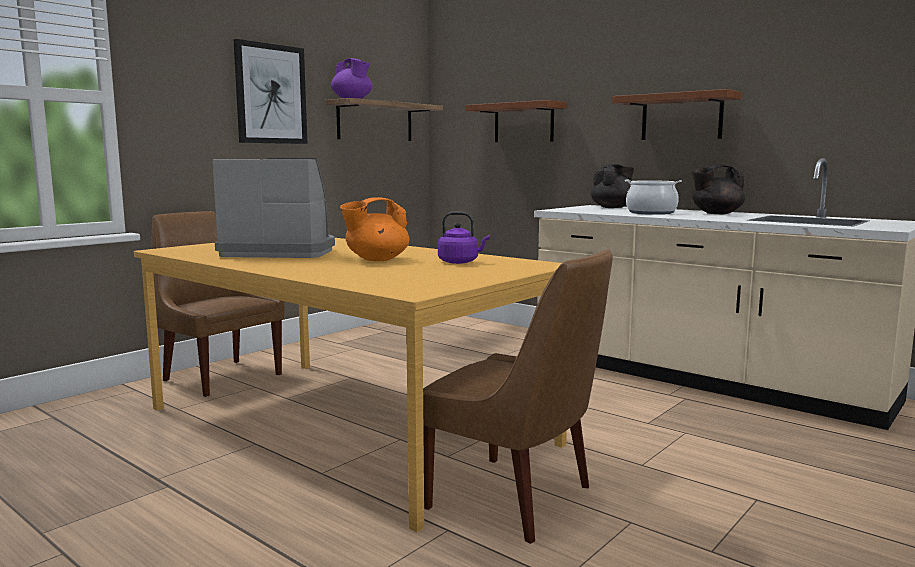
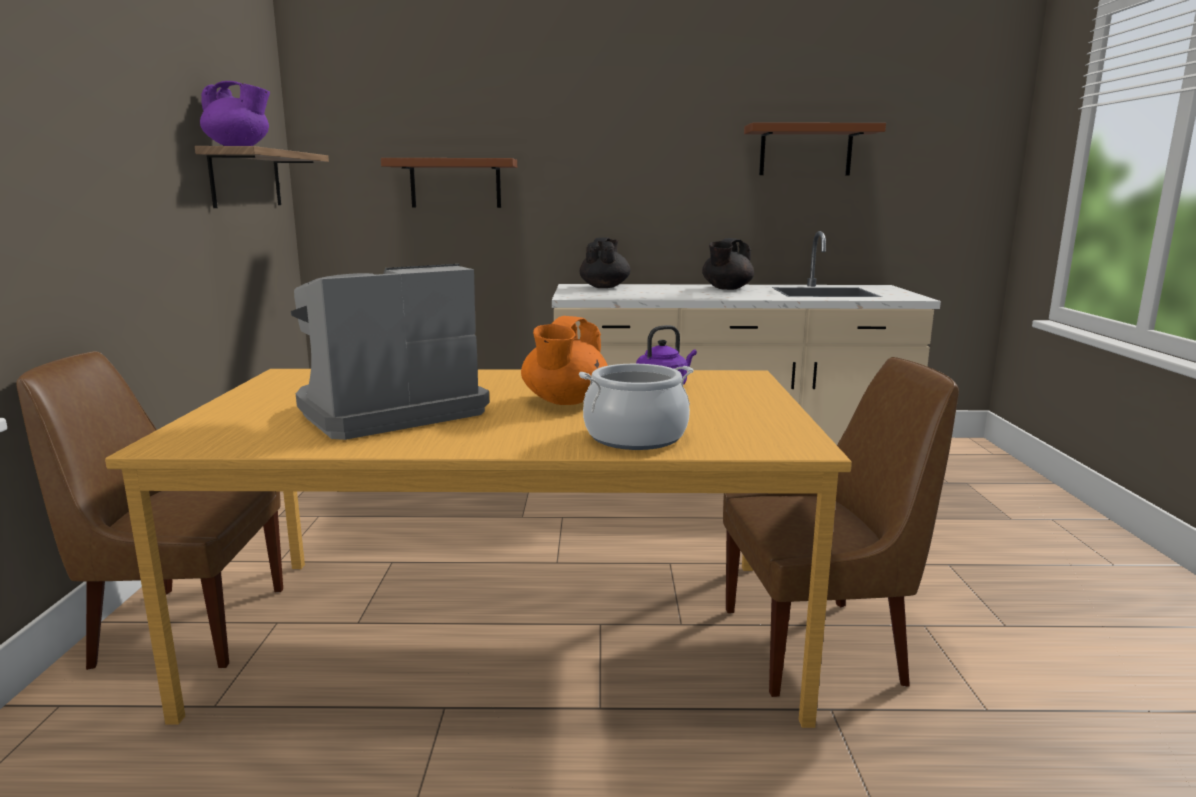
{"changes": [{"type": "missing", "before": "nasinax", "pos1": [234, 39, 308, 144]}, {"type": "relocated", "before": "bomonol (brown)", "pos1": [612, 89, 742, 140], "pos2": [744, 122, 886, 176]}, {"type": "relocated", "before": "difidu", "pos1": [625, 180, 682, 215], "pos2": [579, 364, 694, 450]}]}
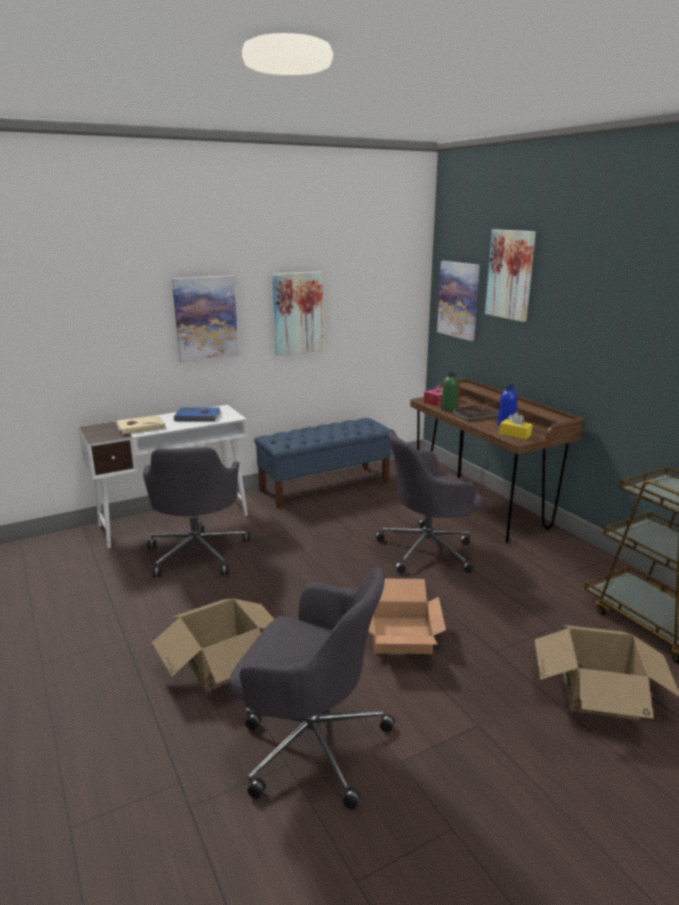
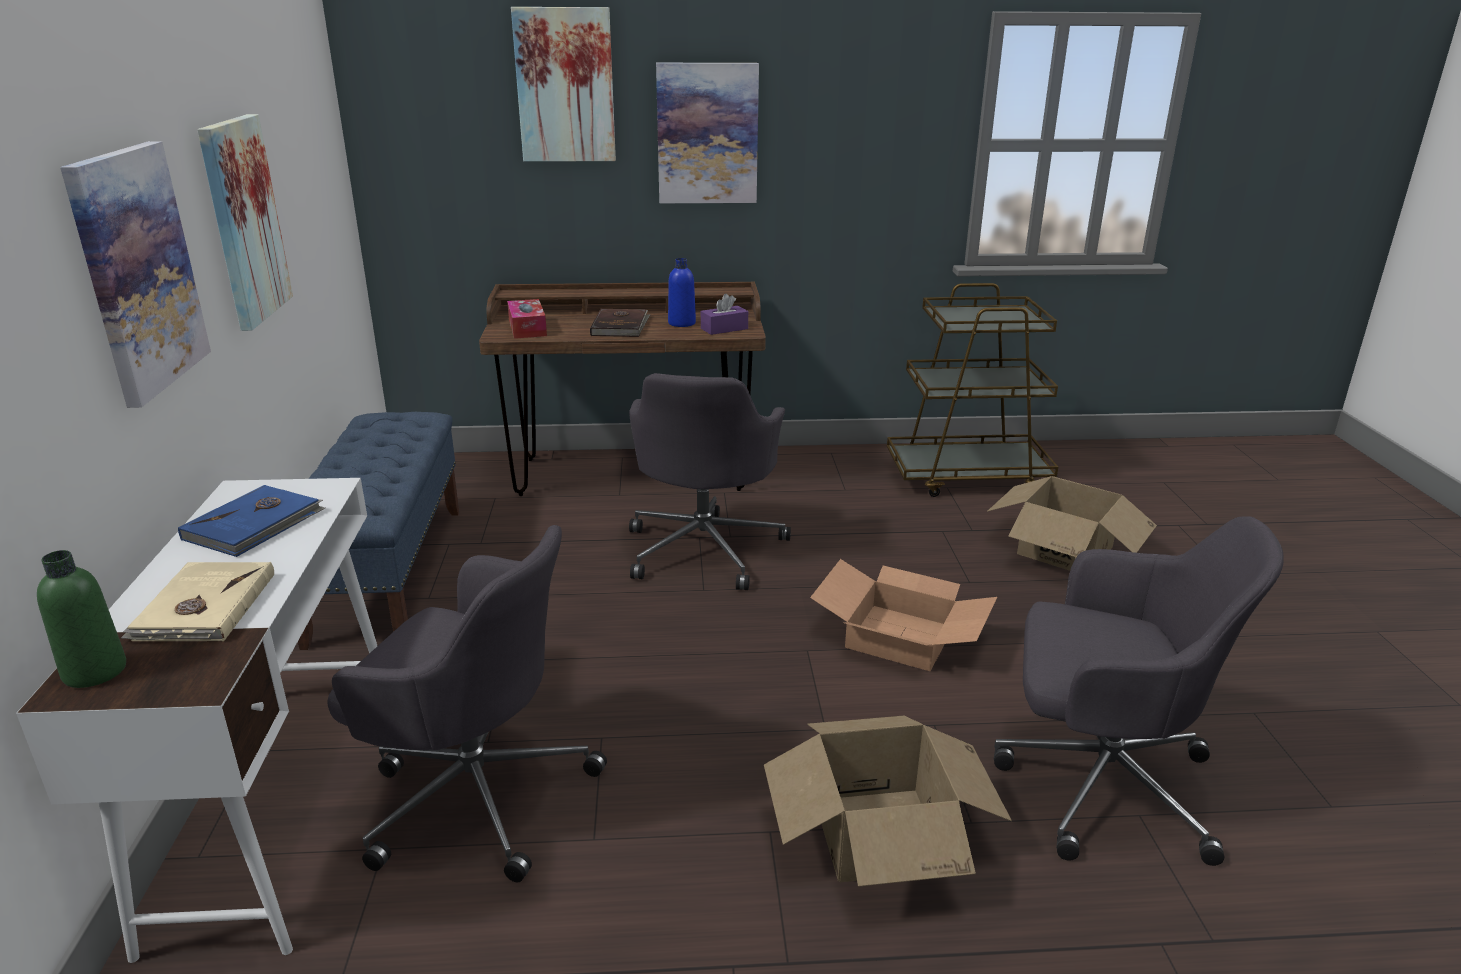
{"changes": [{"type": "relocated", "before": "nasinax", "pos1": [437, 261, 480, 341], "pos2": [656, 63, 759, 203]}, {"type": "relocated", "before": "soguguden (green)", "pos1": [441, 371, 458, 411], "pos2": [37, 550, 126, 688]}, {"type": "colour", "before": "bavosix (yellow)", "after": "bavosix (purple)", "pos1": [499, 412, 532, 440], "pos2": [701, 294, 748, 335]}, {"type": "spun", "before": "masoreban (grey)", "pos1": [229, 568, 395, 809], "pos2": [994, 516, 1284, 866], "turn": 60}]}
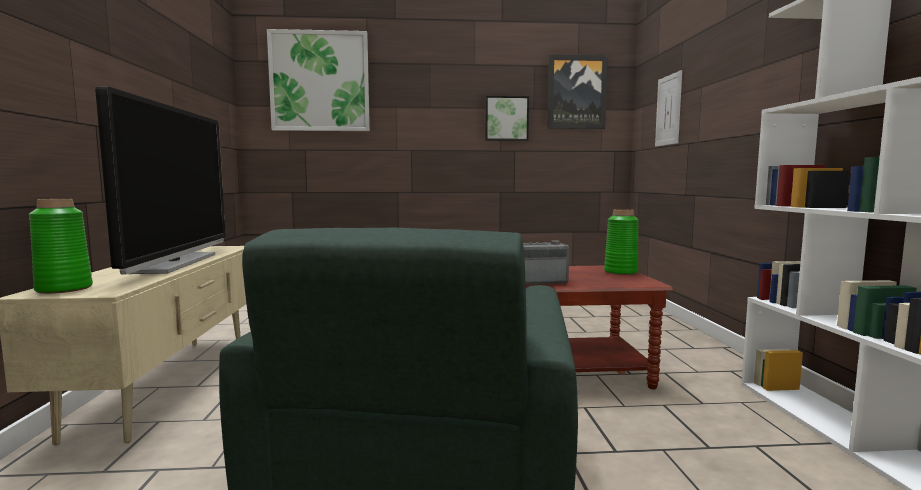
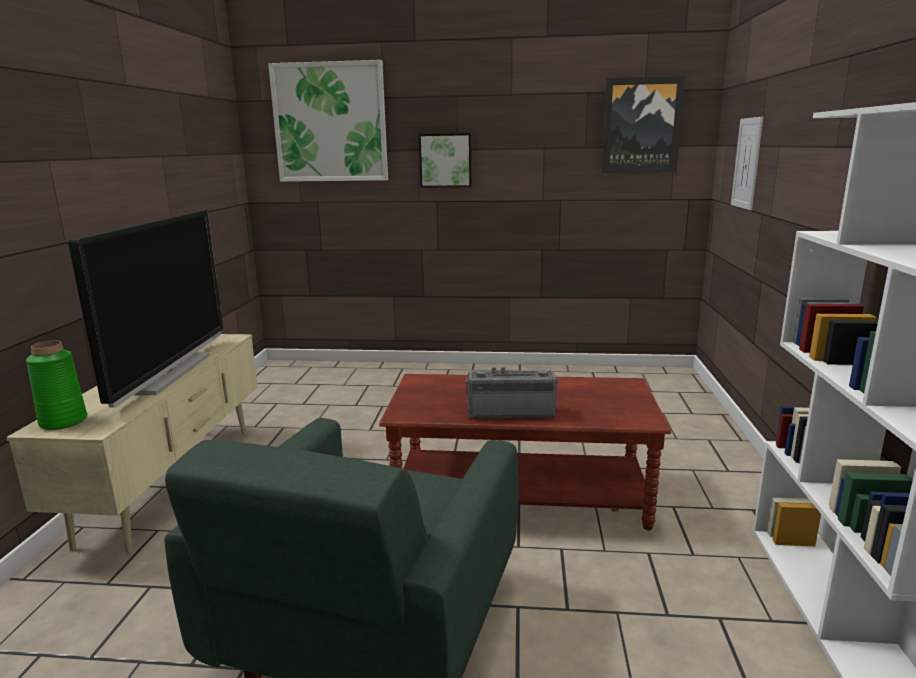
{"changes": [{"type": "missing", "before": "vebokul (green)", "pos1": [604, 209, 638, 275]}, {"type": "relocated", "before": "nasinax", "pos1": [485, 96, 529, 141], "pos2": [419, 133, 472, 188]}]}
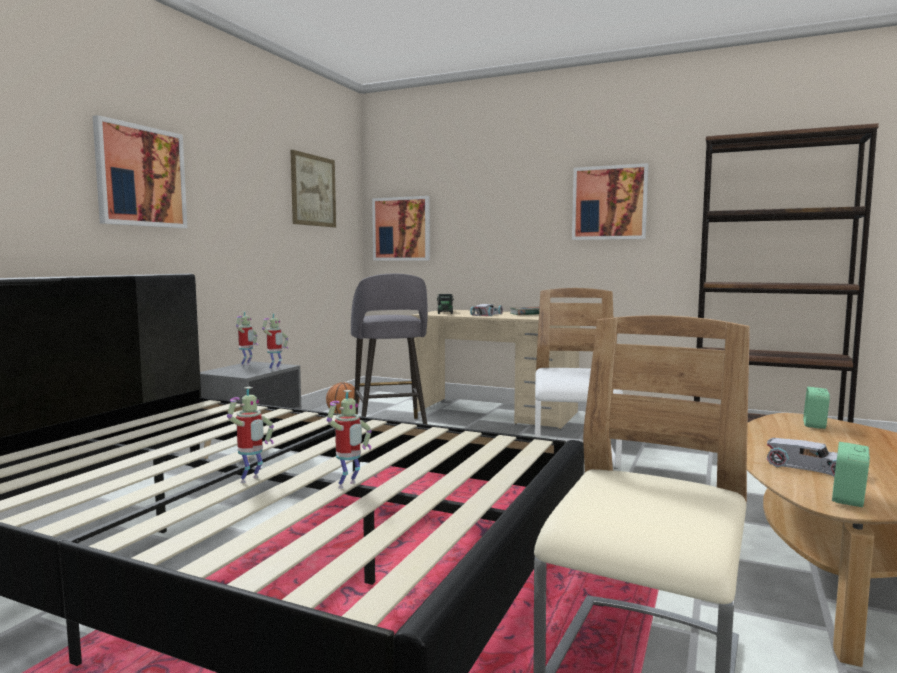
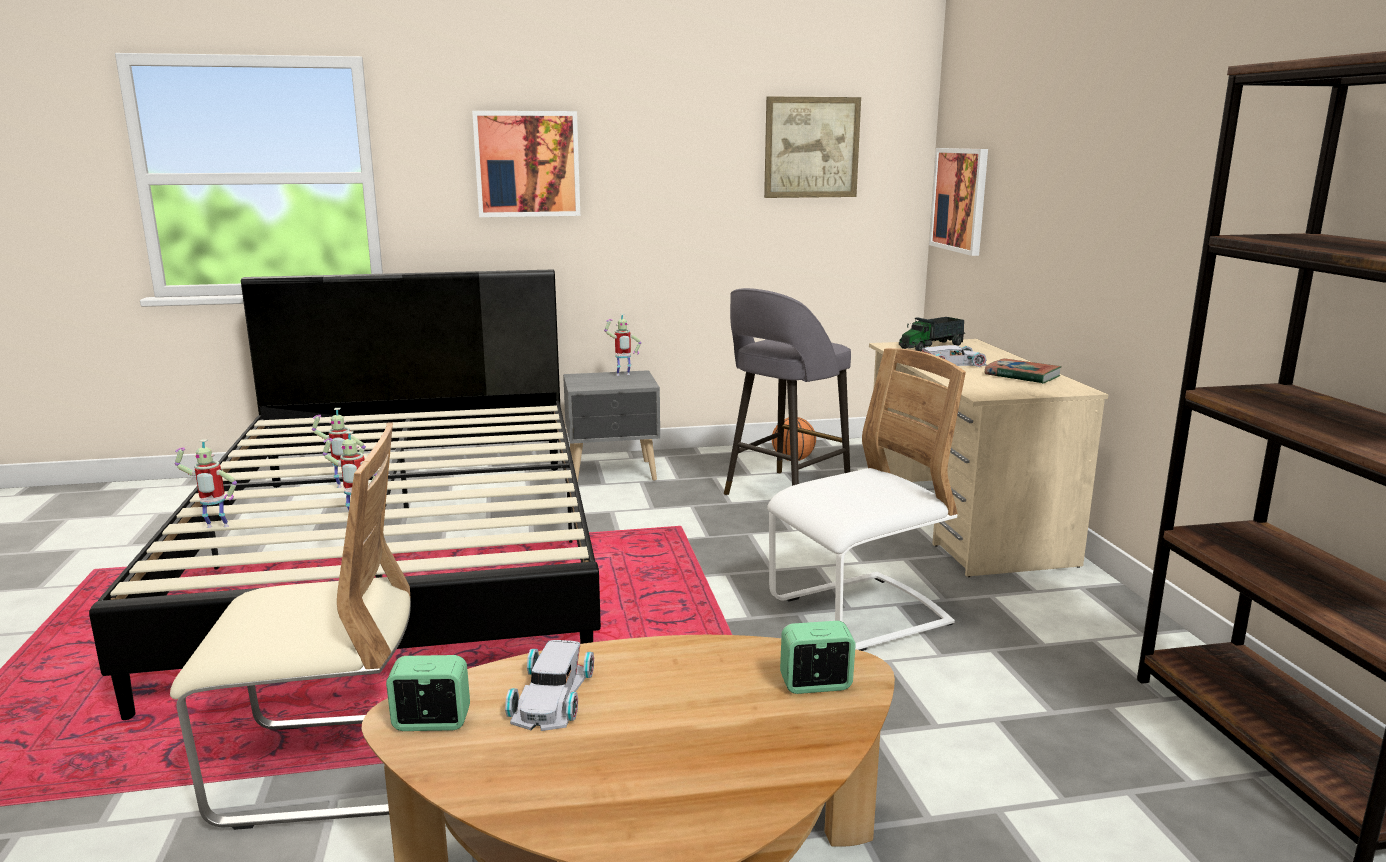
{"changes": [{"type": "missing", "before": "nasinax", "pos1": [572, 163, 648, 240]}, {"type": "relocated", "before": "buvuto", "pos1": [262, 313, 288, 371], "pos2": [175, 439, 237, 528]}]}
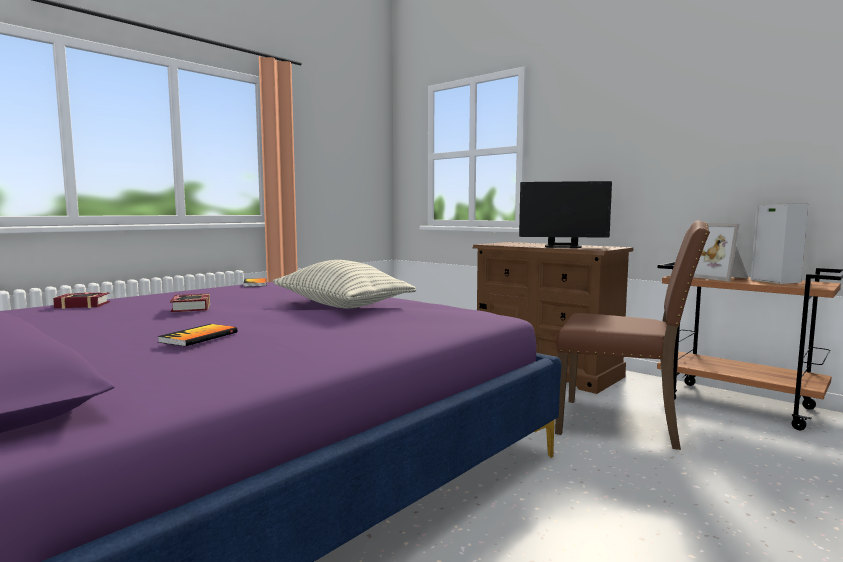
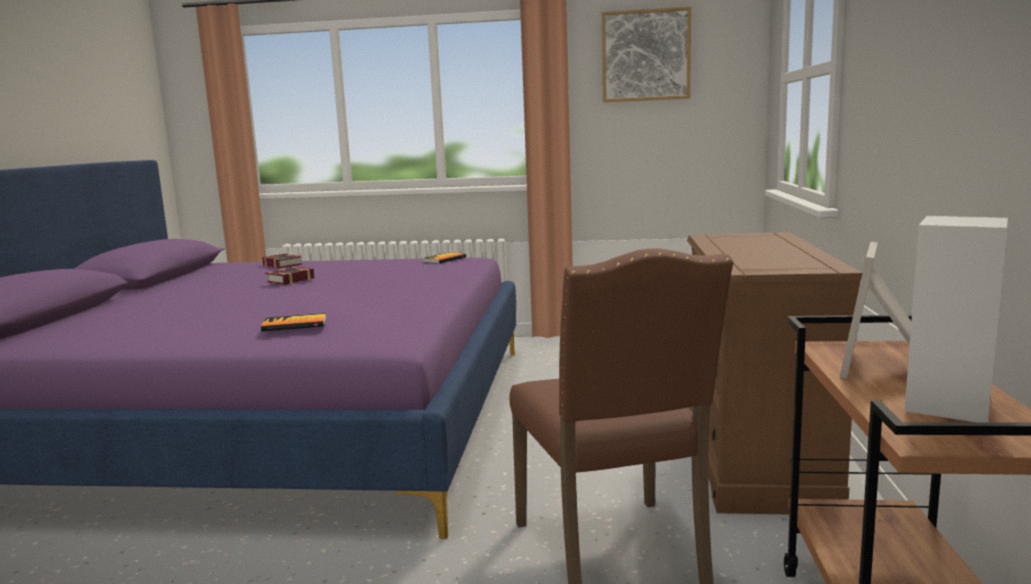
{"changes": [{"type": "missing", "before": "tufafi", "pos1": [273, 260, 416, 308]}, {"type": "missing", "before": "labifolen", "pos1": [519, 181, 612, 248]}, {"type": "appeared", "after": "nasinax", "pos2": [602, 6, 691, 102]}, {"type": "relocated", "before": "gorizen", "pos1": [157, 324, 237, 346], "pos2": [261, 313, 326, 331]}]}
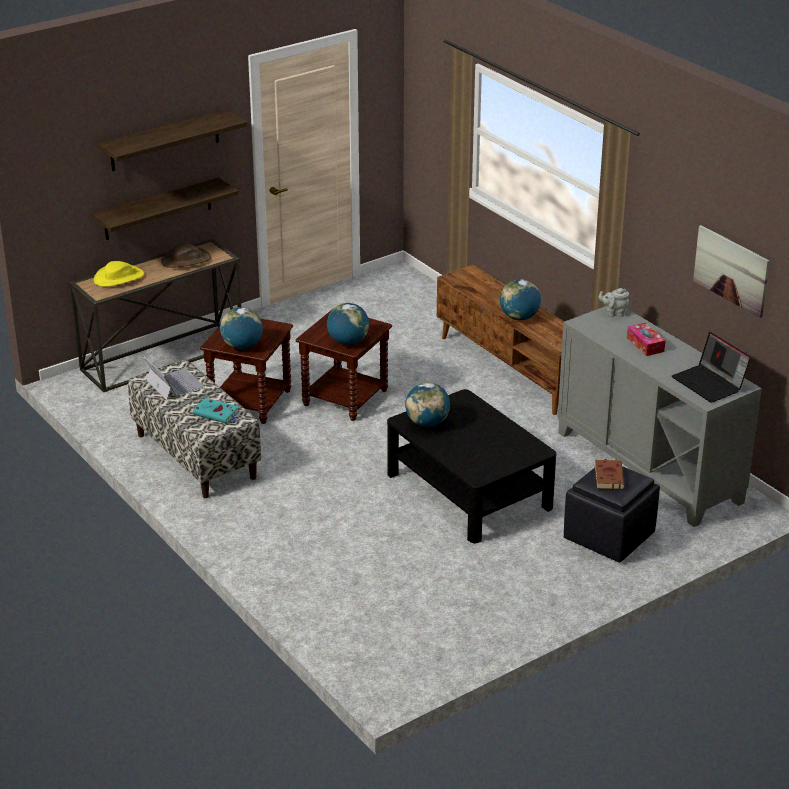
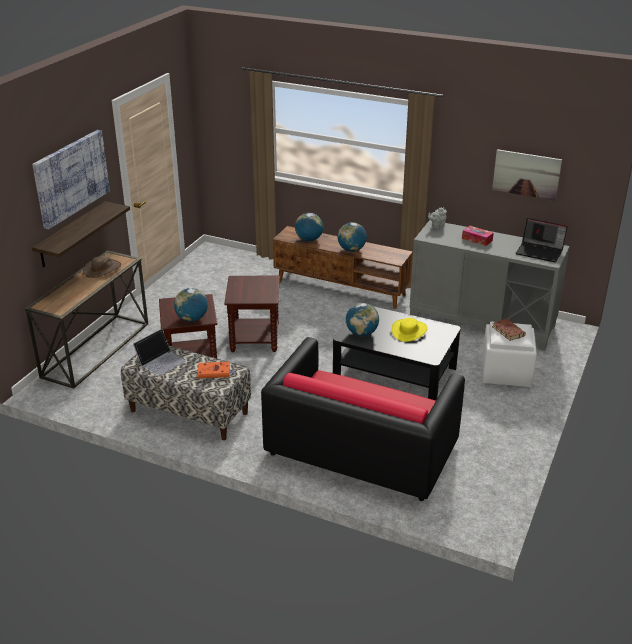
{"changes": [{"type": "appeared", "after": "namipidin", "pos2": [261, 337, 465, 501]}, {"type": "relocated", "before": "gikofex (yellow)", "pos1": [94, 261, 144, 287], "pos2": [391, 318, 428, 342]}, {"type": "relocated", "before": "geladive", "pos1": [327, 303, 369, 345], "pos2": [295, 213, 323, 241]}, {"type": "exchanged", "before": "bomonol", "after": "nasinax", "pos1": [98, 110, 247, 171], "pos2": [32, 130, 110, 229]}, {"type": "colour", "before": "gorizen (turquoise)", "after": "gorizen (orange)", "pos1": [193, 398, 240, 424], "pos2": [197, 362, 235, 378]}, {"type": "colour", "before": "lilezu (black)", "after": "lilezu (white)", "pos1": [564, 459, 660, 563], "pos2": [482, 321, 537, 387]}, {"type": "spun", "before": "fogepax", "pos1": [144, 356, 205, 400], "pos2": [133, 329, 186, 376], "turn": 105}]}
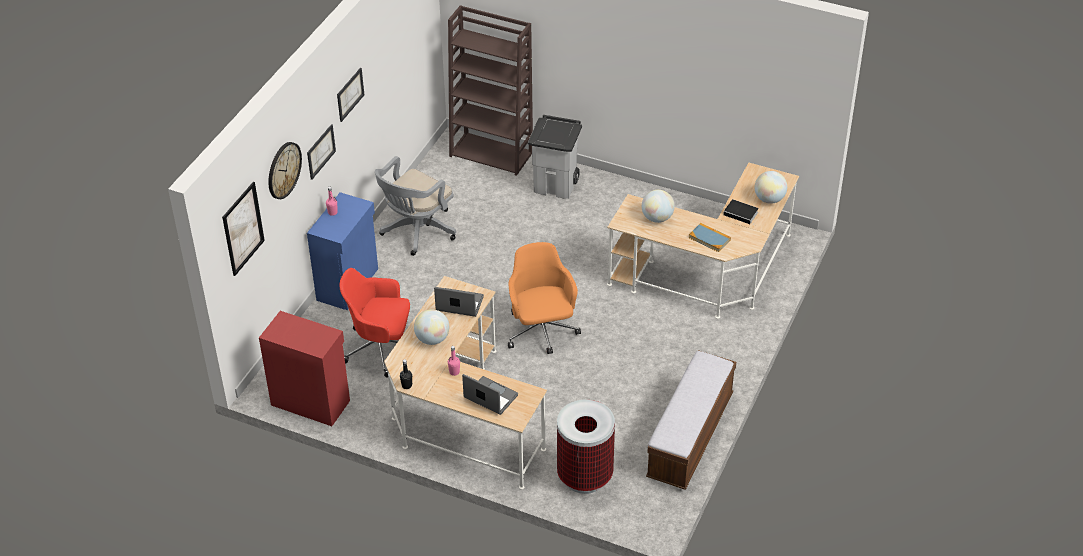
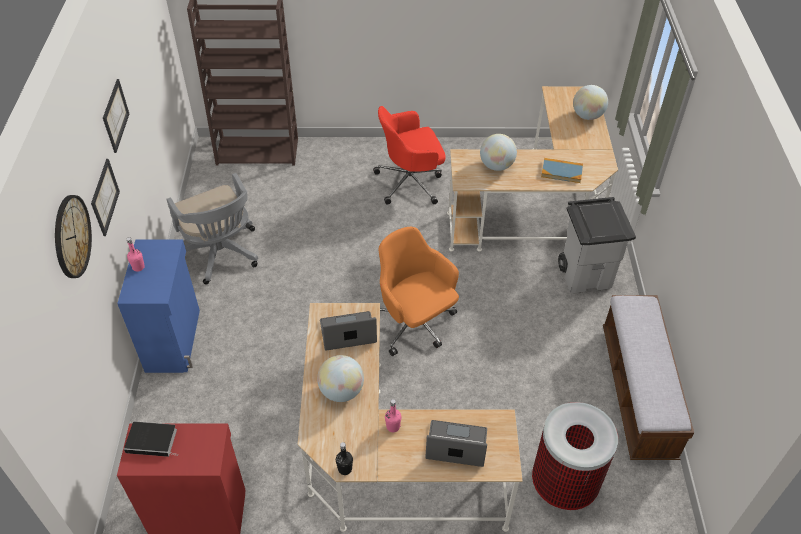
{"changes": [{"type": "missing", "before": "nasinax", "pos1": [222, 182, 265, 276]}, {"type": "relocated", "before": "masoreban (red)", "pos1": [339, 268, 410, 378], "pos2": [373, 106, 446, 205]}, {"type": "relocated", "before": "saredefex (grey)", "pos1": [528, 115, 582, 199], "pos2": [558, 197, 636, 293]}, {"type": "relocated", "before": "gorizen", "pos1": [723, 199, 759, 225], "pos2": [124, 421, 177, 457]}, {"type": "spun", "before": "masoreban (grey)", "pos1": [375, 156, 456, 256], "pos2": [166, 173, 258, 285], "turn": -45}]}
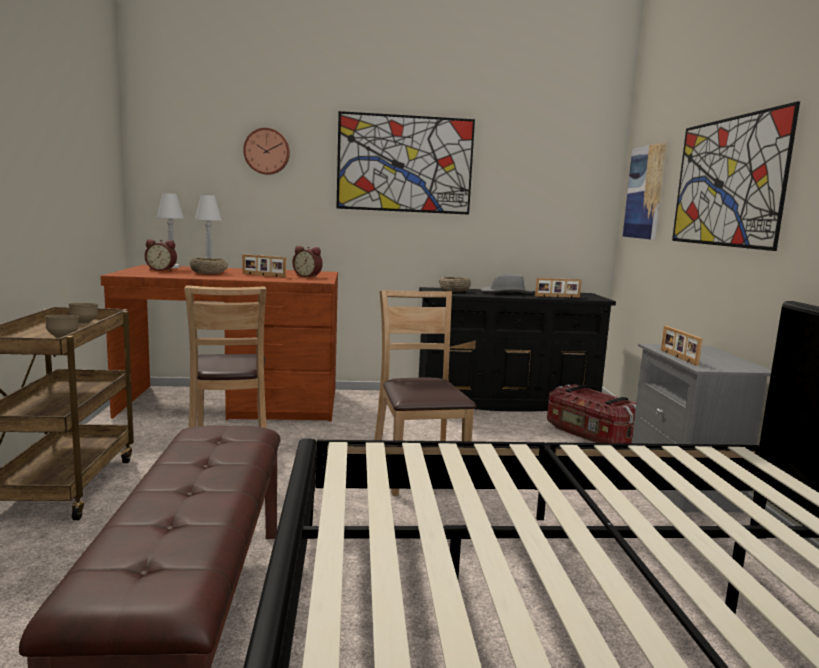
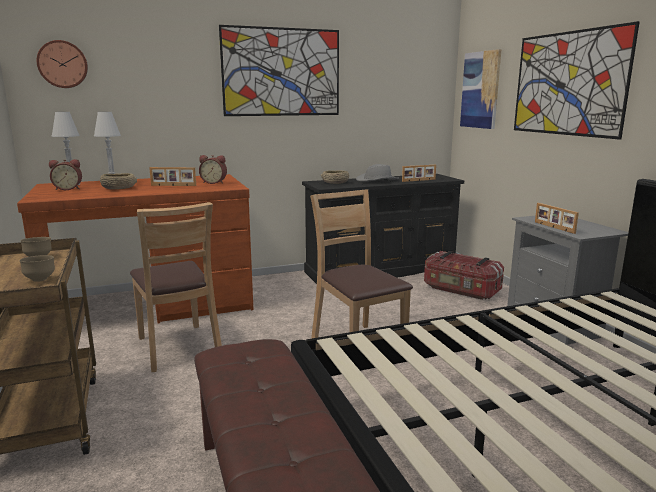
{"changes": [{"type": "relocated", "before": "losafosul", "pos1": [243, 128, 290, 175], "pos2": [37, 40, 88, 88]}]}
